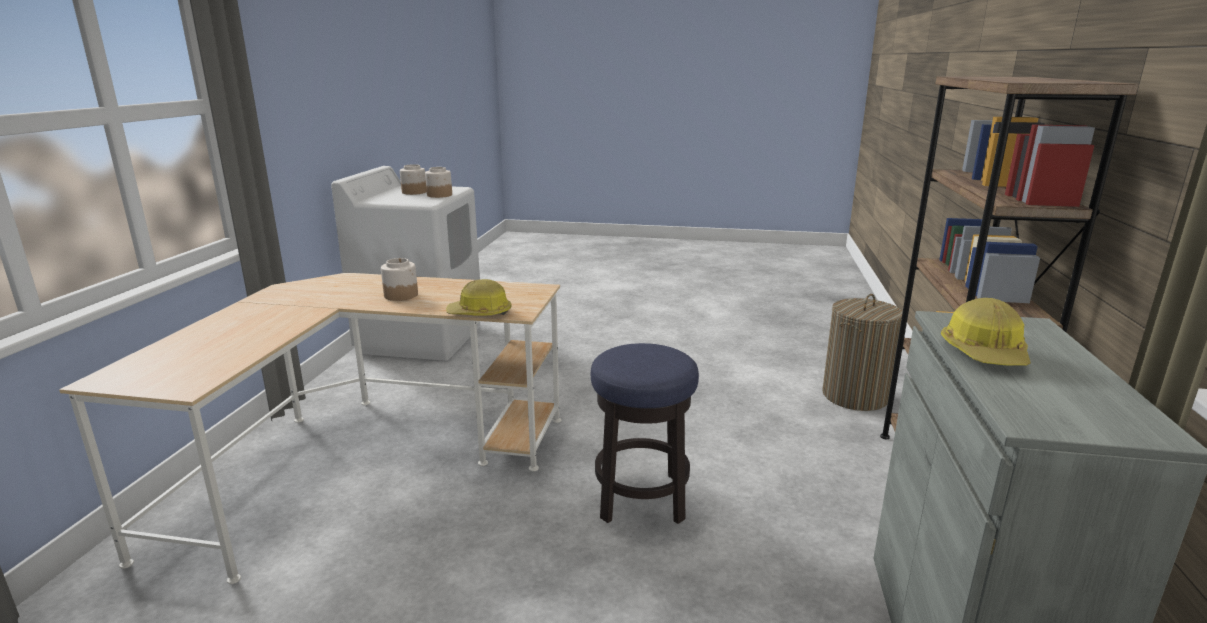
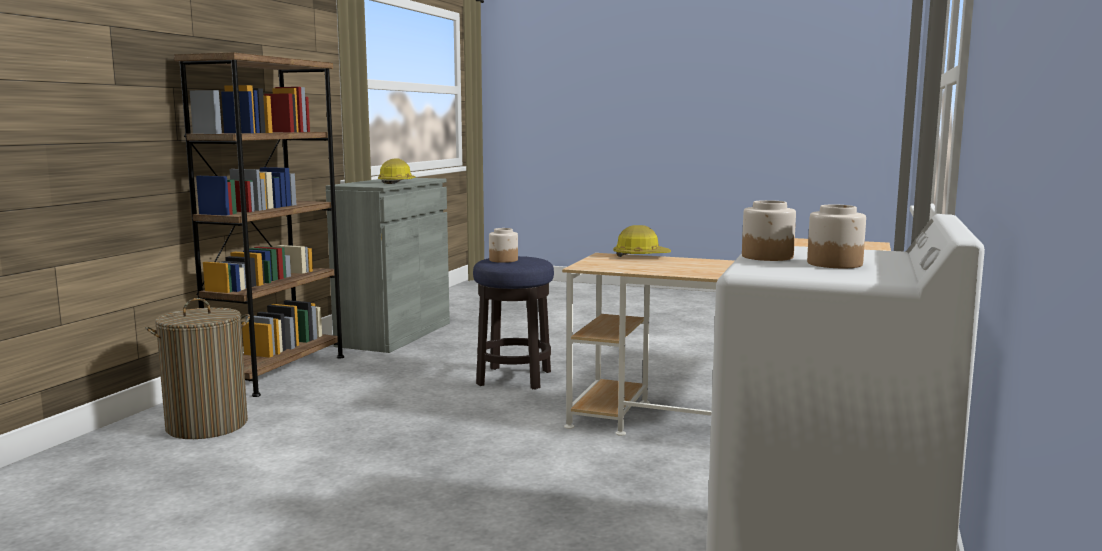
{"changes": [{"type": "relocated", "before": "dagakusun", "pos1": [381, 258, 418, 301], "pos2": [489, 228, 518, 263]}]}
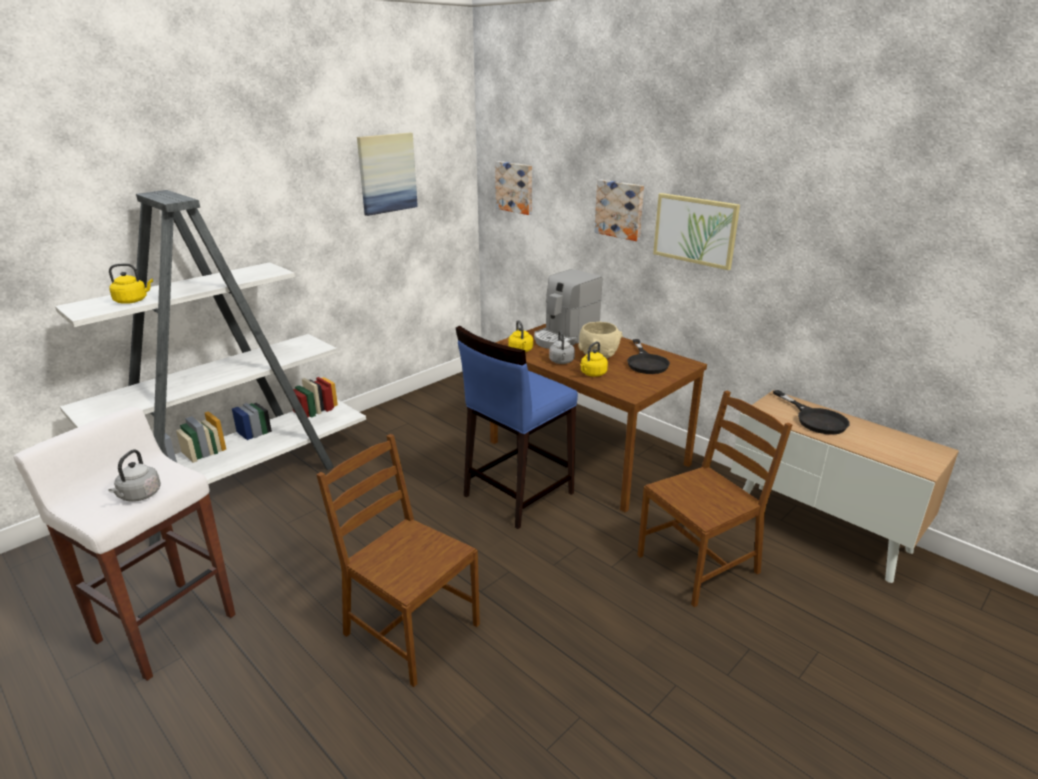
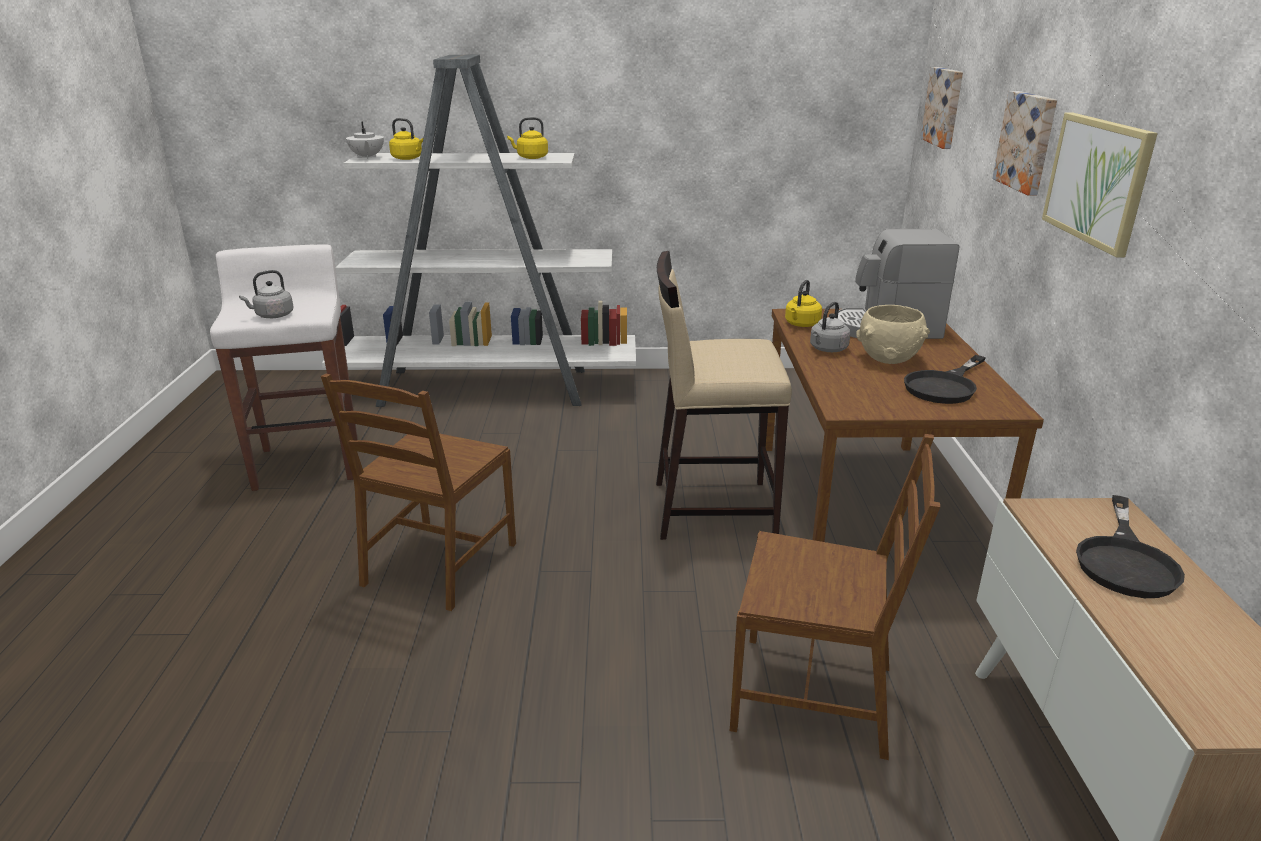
{"changes": [{"type": "missing", "before": "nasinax", "pos1": [357, 133, 418, 216]}, {"type": "appeared", "after": "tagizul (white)", "pos2": [346, 122, 384, 159]}, {"type": "relocated", "before": "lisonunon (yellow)", "pos1": [580, 341, 608, 377], "pos2": [507, 117, 548, 159]}, {"type": "colour", "before": "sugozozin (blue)", "after": "sugozozin (beige)", "pos1": [456, 325, 578, 529], "pos2": [656, 251, 792, 540]}, {"type": "spun", "before": "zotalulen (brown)", "pos1": [316, 434, 480, 687], "pos2": [321, 373, 516, 611], "turn": -150}]}
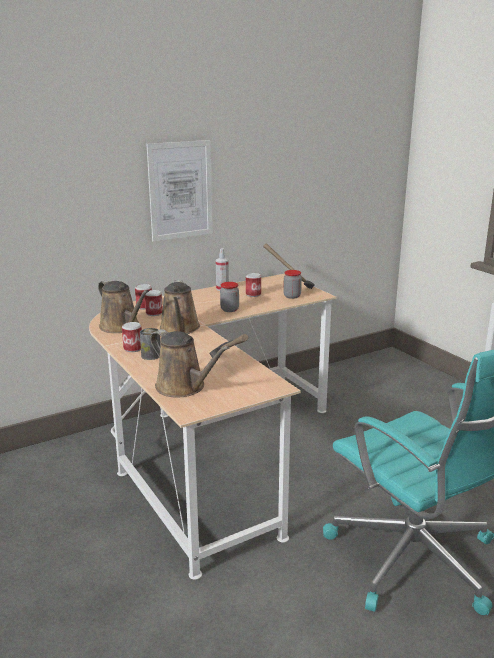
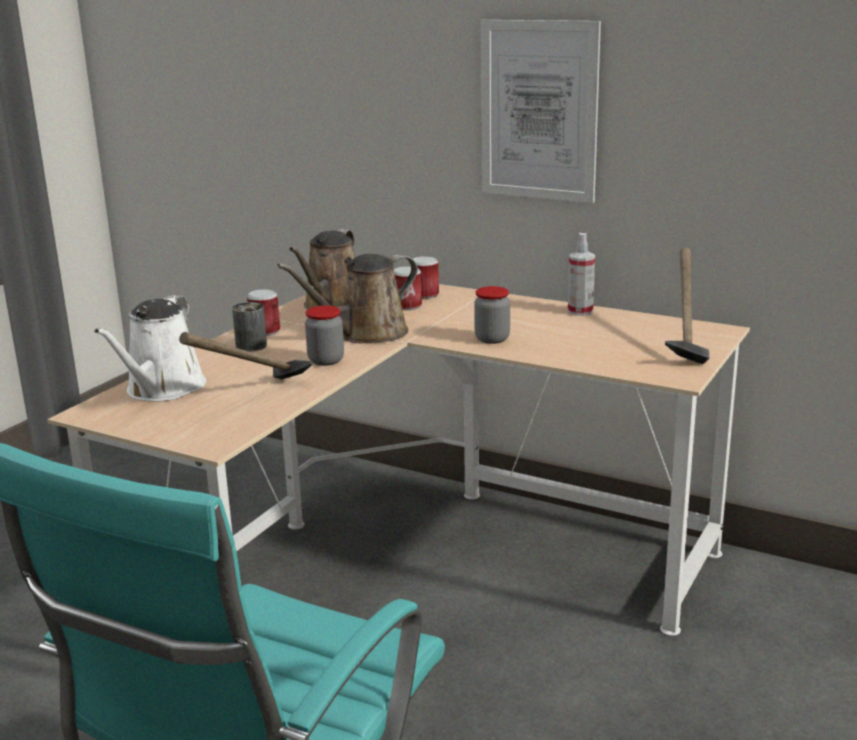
{"changes": [{"type": "missing", "before": "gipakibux", "pos1": [246, 273, 261, 297]}, {"type": "relocated", "before": "dagakusun", "pos1": [283, 270, 302, 299], "pos2": [305, 305, 344, 366]}, {"type": "colour", "before": "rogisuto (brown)", "after": "rogisuto (white)", "pos1": [150, 329, 230, 398], "pos2": [94, 295, 206, 402]}]}
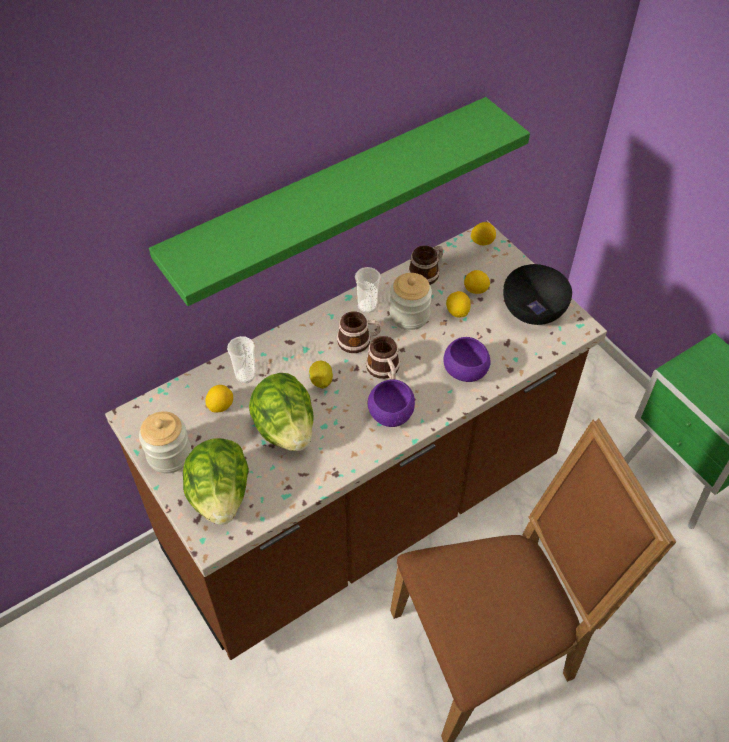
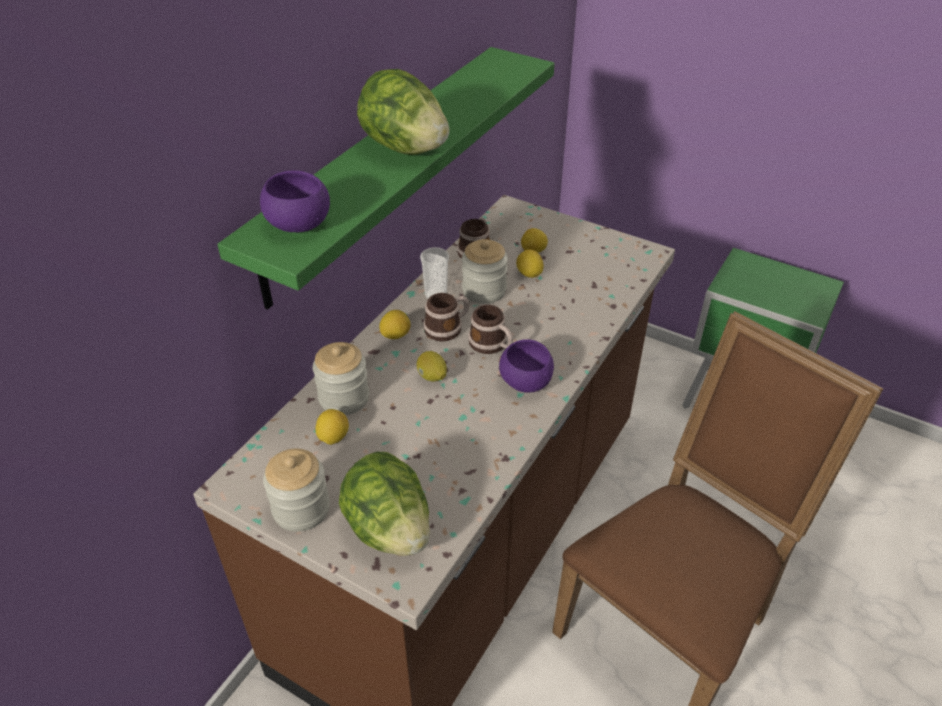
{"changes": [{"type": "missing", "before": "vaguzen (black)", "pos1": [503, 264, 572, 325]}, {"type": "relocated", "before": "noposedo", "pos1": [249, 373, 314, 451], "pos2": [357, 69, 449, 155]}, {"type": "relocated", "before": "vaguzen (purple)", "pos1": [443, 337, 491, 382], "pos2": [260, 170, 330, 232]}, {"type": "relocated", "before": "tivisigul", "pos1": [471, 222, 496, 245], "pos2": [379, 310, 411, 339]}, {"type": "exchanged", "before": "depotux", "after": "dagakusun", "pos1": [227, 336, 256, 383], "pos2": [313, 342, 369, 415]}]}
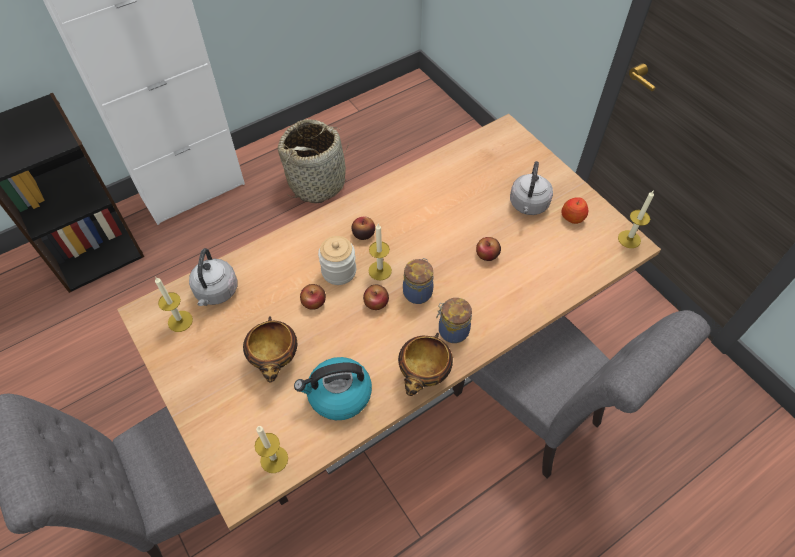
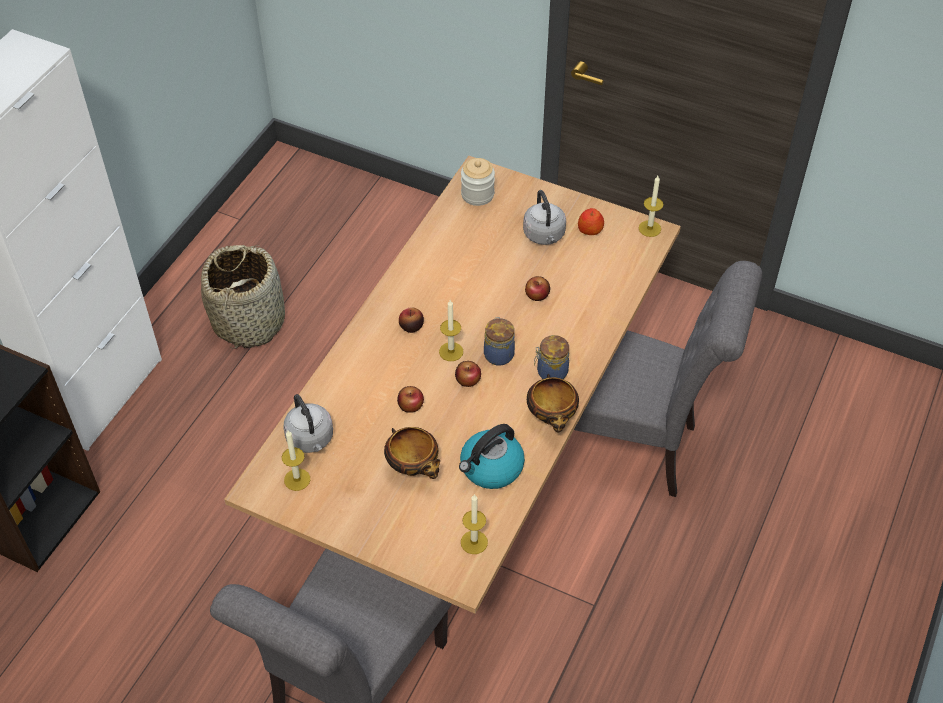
{"changes": [{"type": "relocated", "before": "dagakusun", "pos1": [318, 236, 356, 285], "pos2": [461, 158, 495, 206]}]}
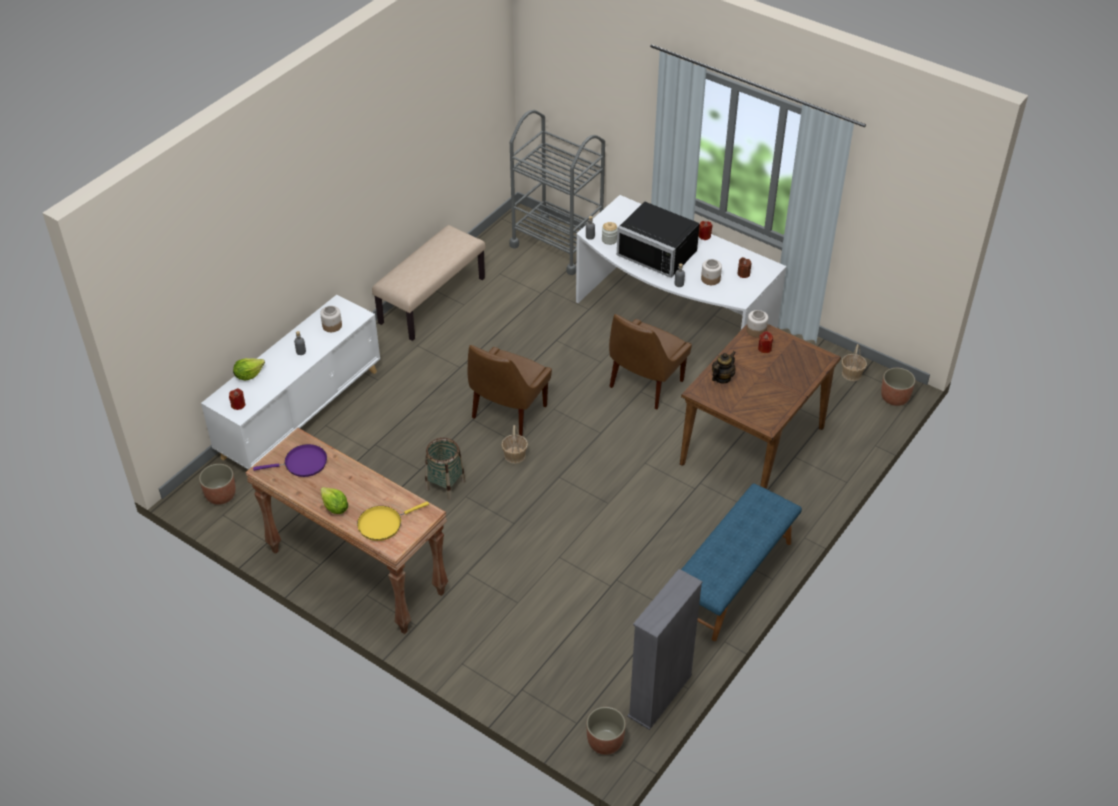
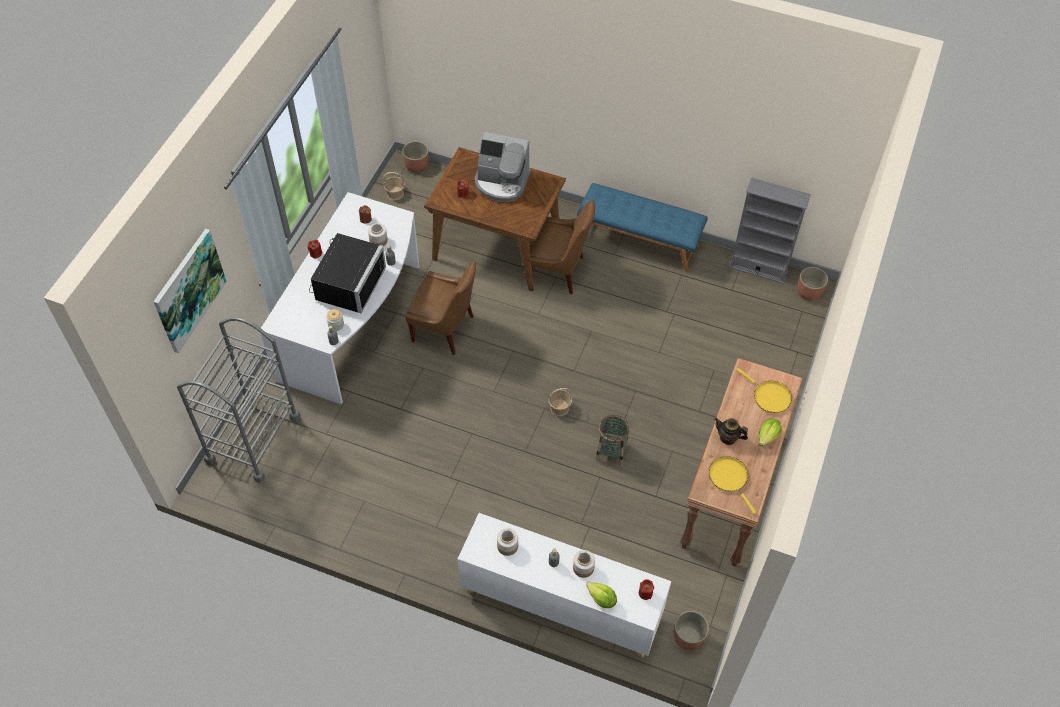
{"changes": [{"type": "missing", "before": "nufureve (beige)", "pos1": [372, 225, 486, 341]}, {"type": "appeared", "after": "nasinax", "pos2": [153, 229, 227, 353]}, {"type": "appeared", "after": "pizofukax", "pos2": [475, 132, 531, 202]}, {"type": "relocated", "before": "zotalulen (brown)", "pos1": [468, 345, 552, 436], "pos2": [530, 200, 595, 295]}, {"type": "relocated", "before": "tagizul", "pos1": [712, 351, 736, 384], "pos2": [714, 418, 748, 445]}, {"type": "relocated", "before": "dagakusun", "pos1": [747, 310, 768, 337], "pos2": [573, 550, 595, 578]}, {"type": "colour", "before": "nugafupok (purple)", "after": "nugafupok (yellow)", "pos1": [253, 444, 327, 477], "pos2": [709, 456, 756, 514]}]}
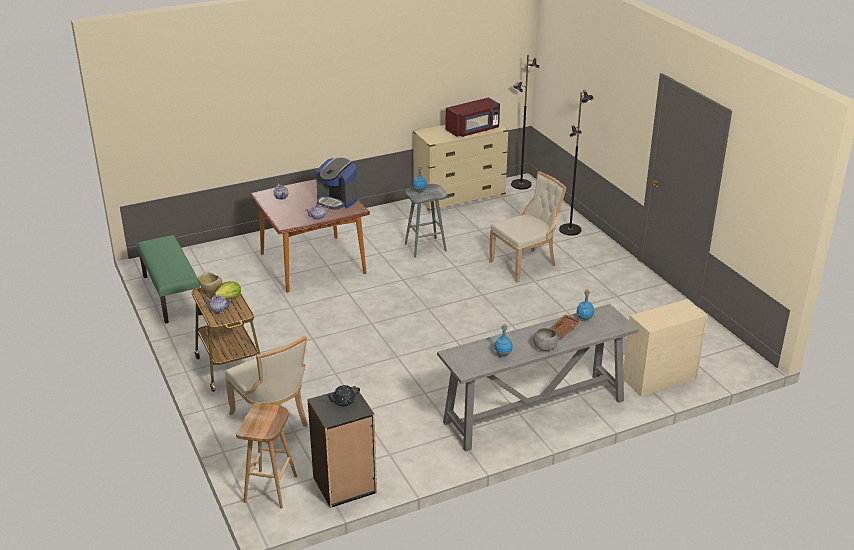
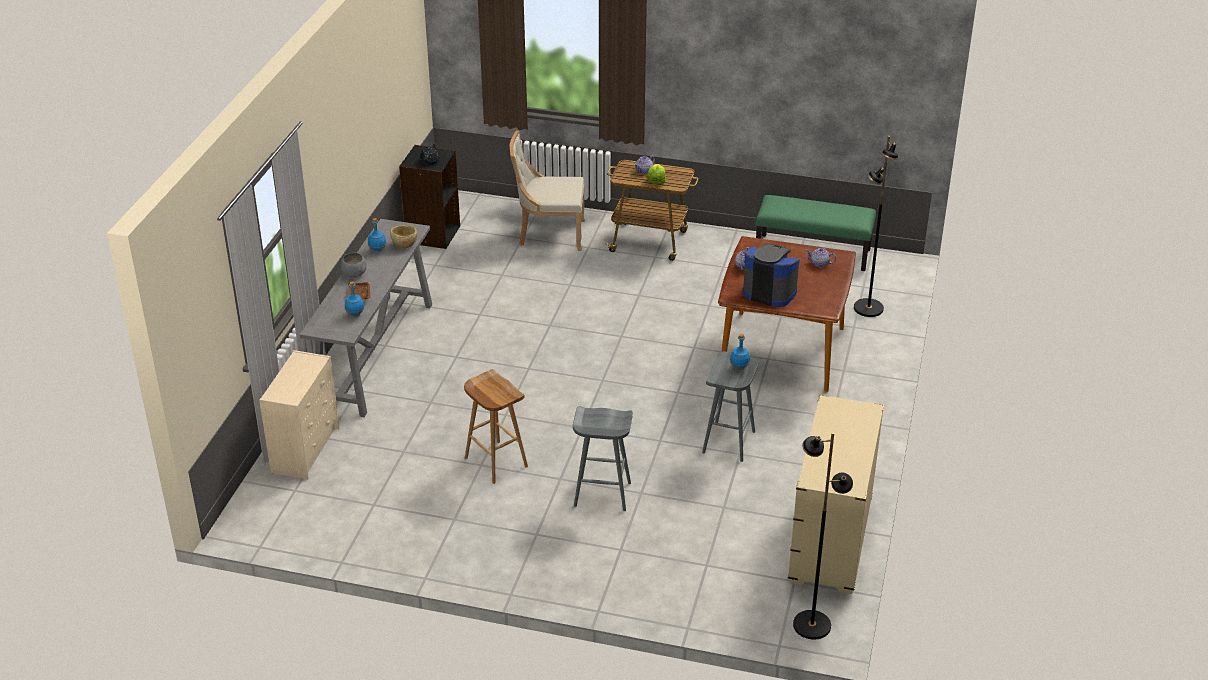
{"changes": [{"type": "missing", "before": "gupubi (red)", "pos1": [445, 97, 500, 137]}, {"type": "relocated", "before": "vaguzen (beige)", "pos1": [198, 272, 222, 292], "pos2": [390, 225, 417, 248]}, {"type": "relocated", "before": "sugozozin (brown)", "pos1": [236, 403, 297, 509], "pos2": [464, 369, 528, 484]}, {"type": "relocated", "before": "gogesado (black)", "pos1": [559, 90, 594, 236], "pos2": [854, 136, 898, 317]}, {"type": "exchanged", "before": "zotalulen (beige)", "after": "sugozozin (grey)", "pos1": [488, 171, 567, 283], "pos2": [573, 406, 633, 511]}, {"type": "spun", "before": "pizofukax", "pos1": [316, 157, 357, 210], "pos2": [743, 244, 800, 307], "turn": 45}]}
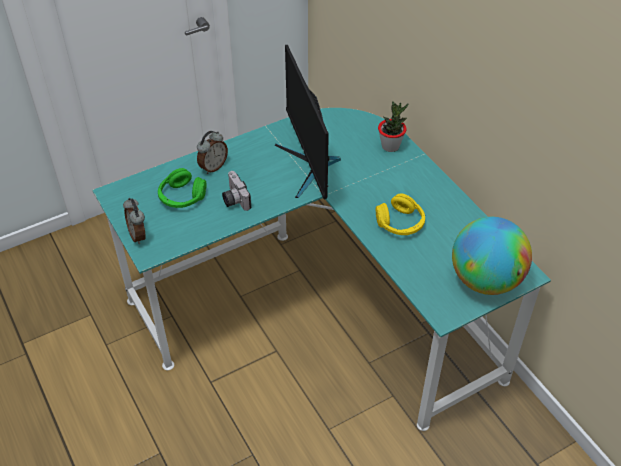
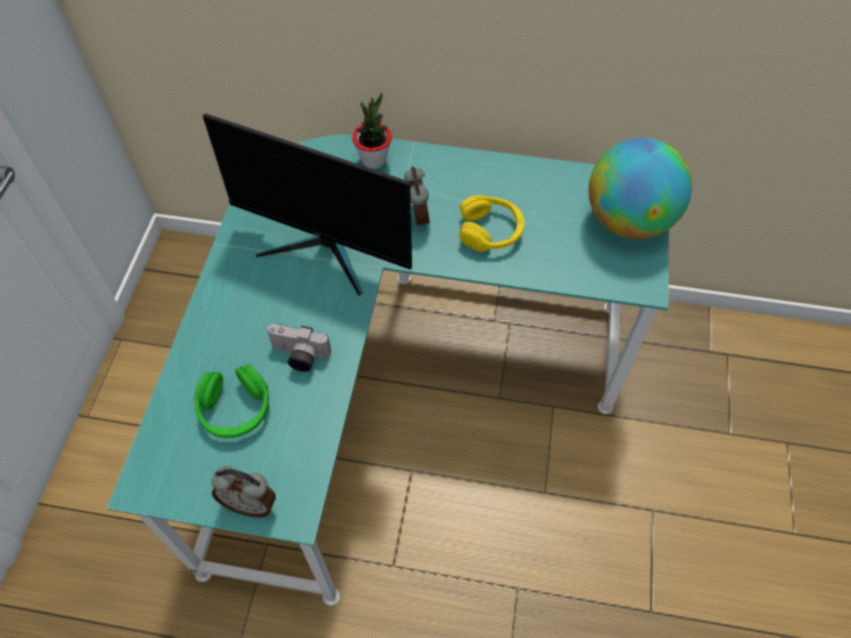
{"changes": [{"type": "relocated", "before": "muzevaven", "pos1": [197, 131, 228, 174], "pos2": [404, 166, 430, 228]}]}
